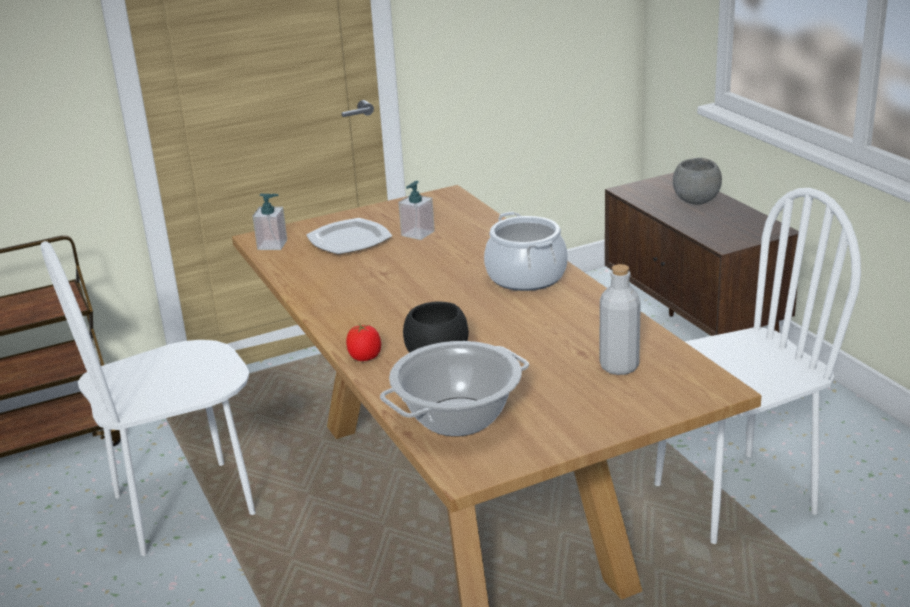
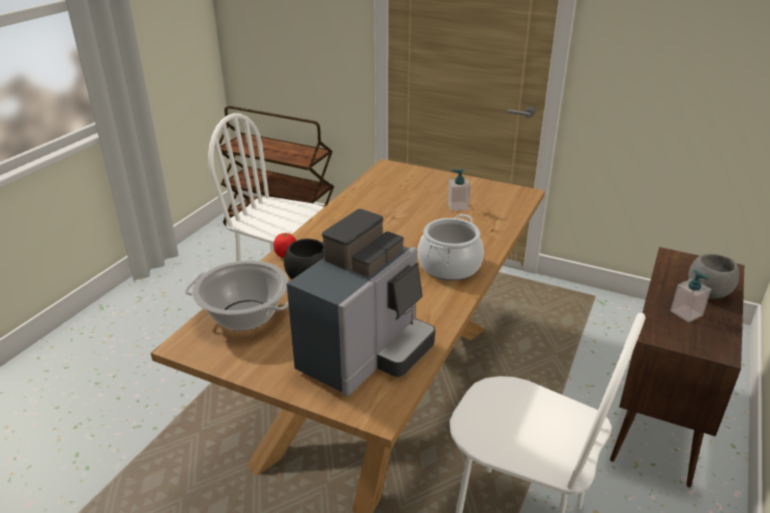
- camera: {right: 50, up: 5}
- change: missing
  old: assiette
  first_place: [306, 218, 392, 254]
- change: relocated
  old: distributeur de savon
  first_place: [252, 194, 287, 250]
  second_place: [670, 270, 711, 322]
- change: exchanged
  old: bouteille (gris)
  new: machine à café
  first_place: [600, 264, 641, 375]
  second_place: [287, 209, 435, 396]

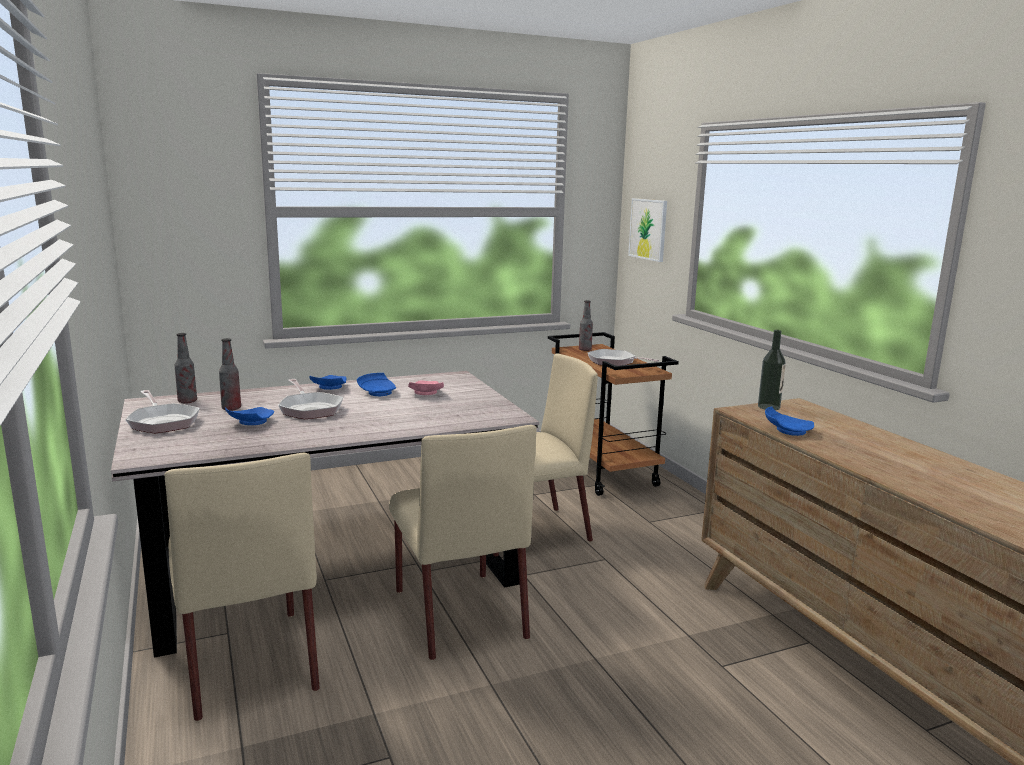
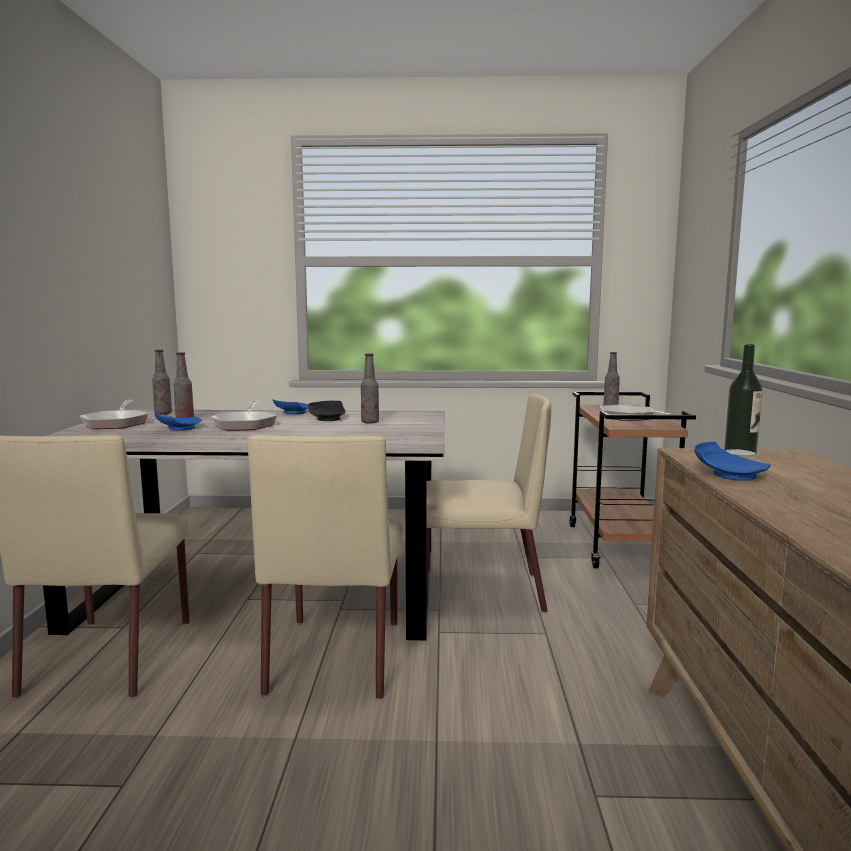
- camera: {right: 25, up: -5}
- change: missing
  old: tableau
  first_place: [628, 198, 667, 262]
- change: exchanged
  old: assiette (rose)
  new: bouteille
  first_place: [408, 380, 444, 395]
  second_place: [361, 354, 379, 424]
- change: colour
  old: assiette (bleu)
  new: assiette (noir)
  first_place: [357, 373, 396, 396]
  second_place: [308, 401, 345, 421]

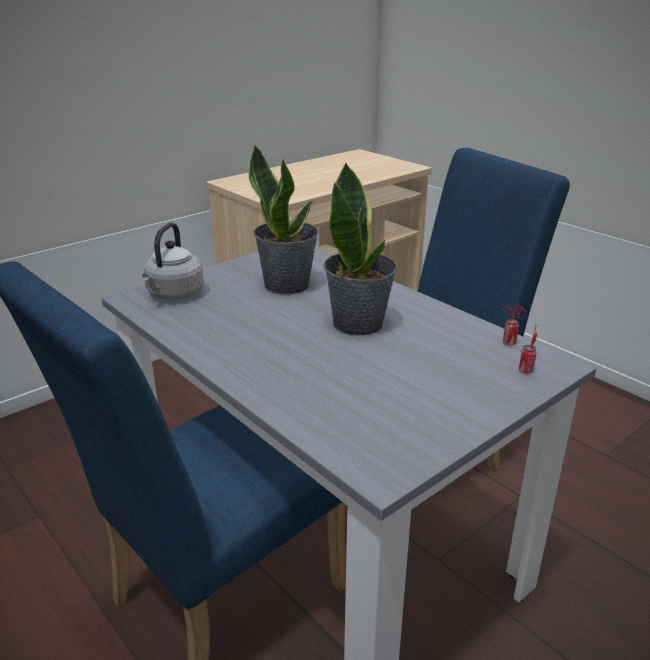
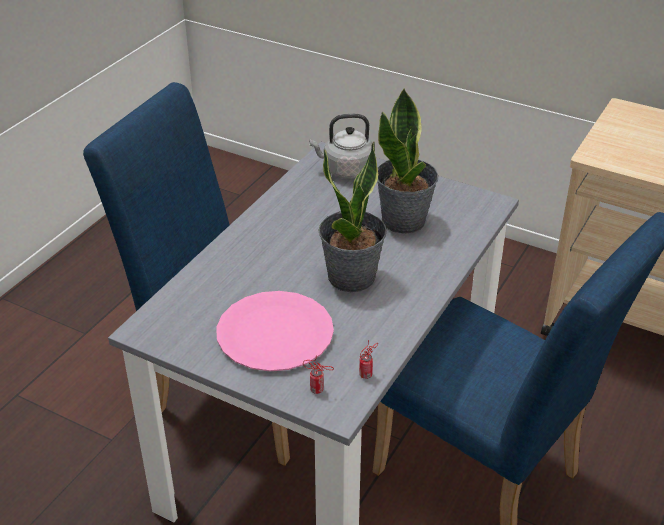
- camera: {right: 70, up: 10}
- change: appeared
  new: assiette (rose)
  second_place: [216, 291, 334, 371]

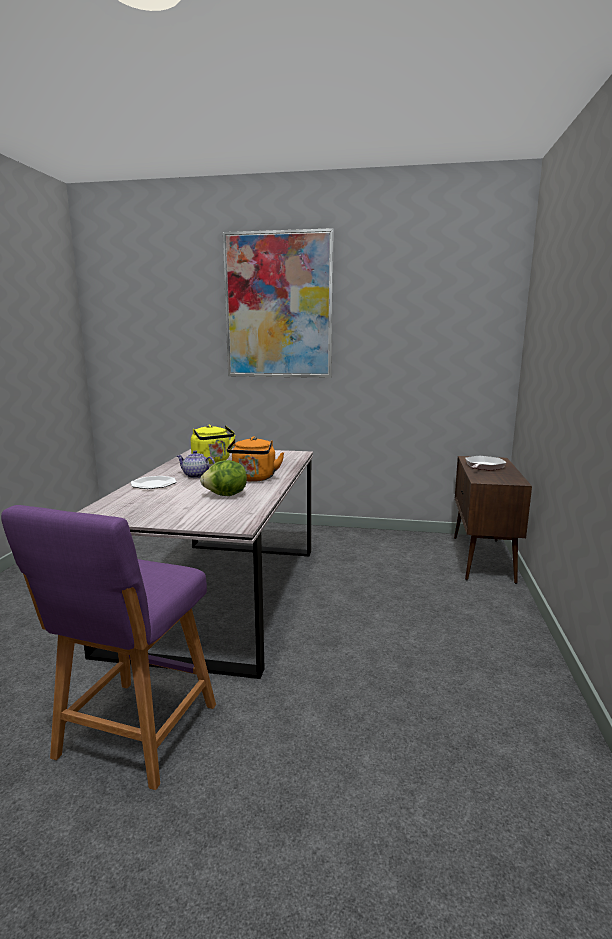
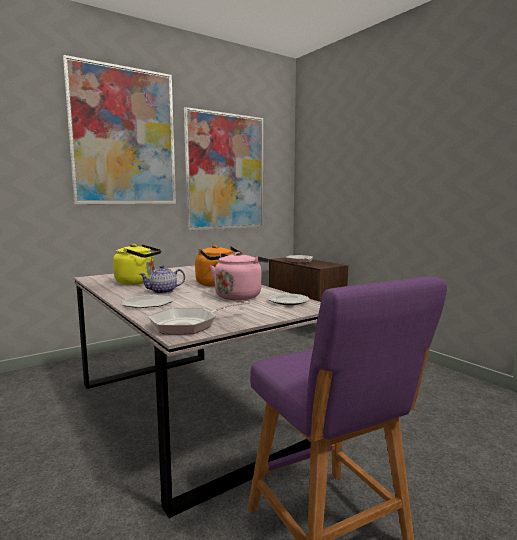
- camera: {right: -45, up: -5}
- change: appeared
  new: poêle
  second_place: [148, 301, 250, 334]
- change: appeared
  new: tableau
  second_place: [184, 107, 263, 231]
- change: appeared
  new: assiette
  second_place: [268, 294, 309, 305]
- change: exchanged
  old: laitue
  new: bouilloire (rose)
  first_place: [200, 460, 247, 496]
  second_place: [210, 252, 269, 300]

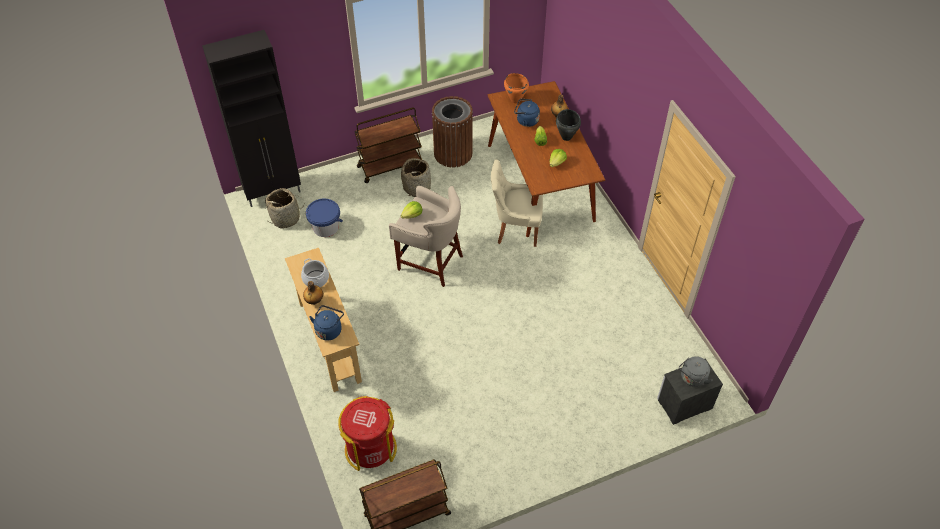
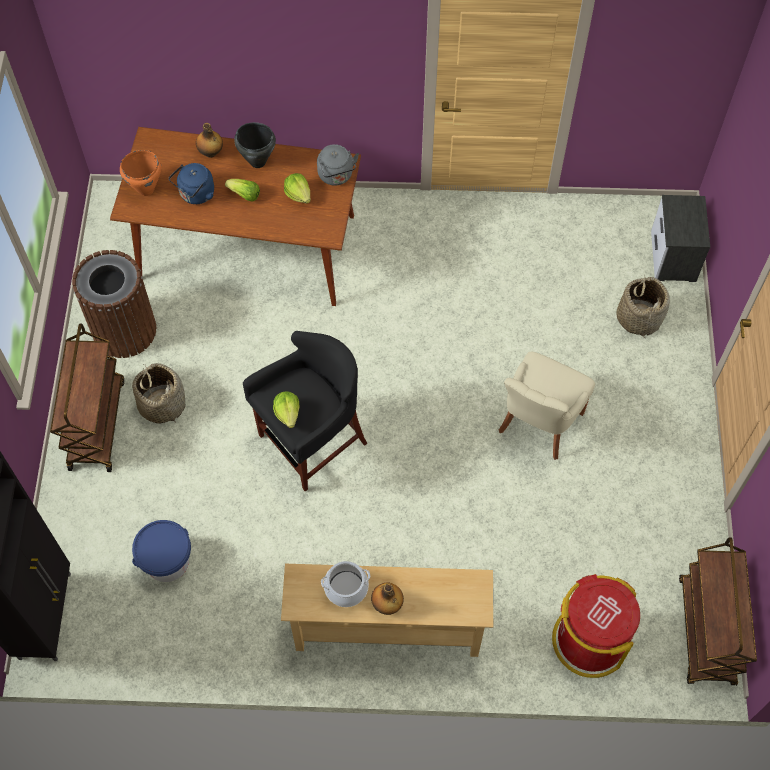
- camera: {right: -65, up: 10}
- change: missing
  old: bouilloire (bleu)
  first_place: [309, 305, 344, 341]
- change: relocated
  old: panier
  first_place: [265, 188, 300, 229]
  second_place: [616, 275, 670, 338]
- change: relocated
  old: chaise (beige)
  first_place: [491, 159, 543, 247]
  second_place: [499, 351, 595, 460]
- change: relocated
  old: bouilloire (gris)
  first_place: [679, 356, 713, 387]
  second_place: [317, 144, 359, 186]
- change: colour
  old: tabouret (beige)
  new: tabouret (noir)
  first_place: [389, 186, 463, 287]
  second_place: [243, 331, 367, 491]

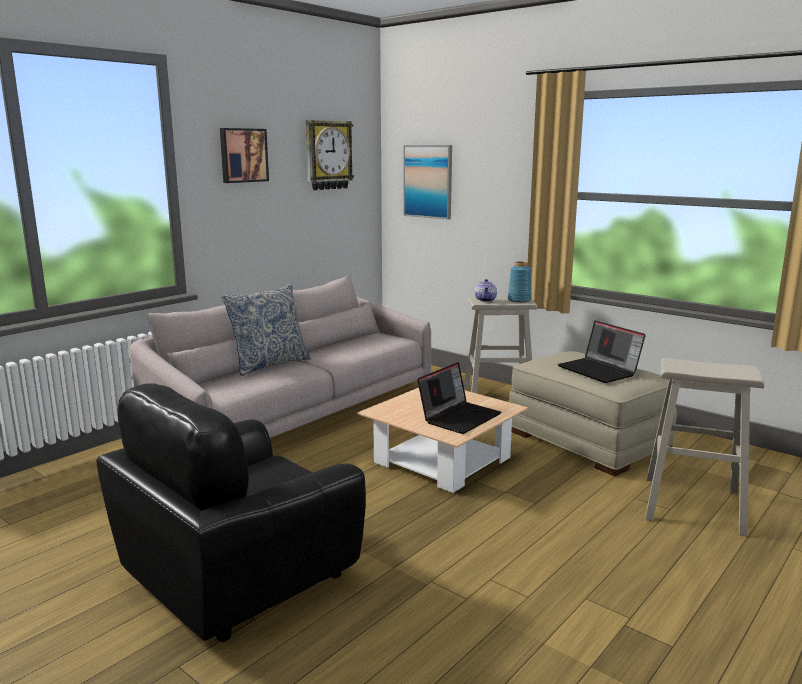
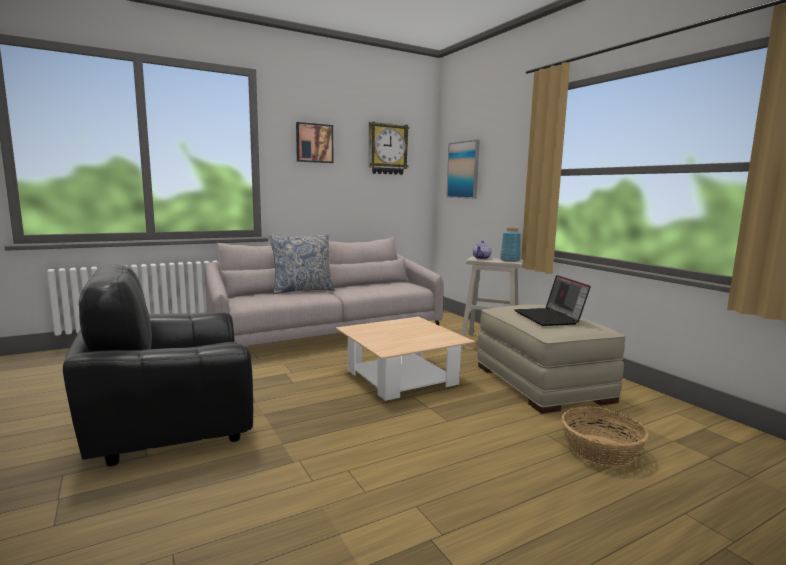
- camera: {right: 20, up: -5}
- change: missing
  old: ordinateur portable
  first_place: [417, 362, 501, 434]
- change: exchanged
  old: tabouret (beige)
  new: panier
  first_place: [645, 358, 764, 537]
  second_place: [562, 407, 648, 467]

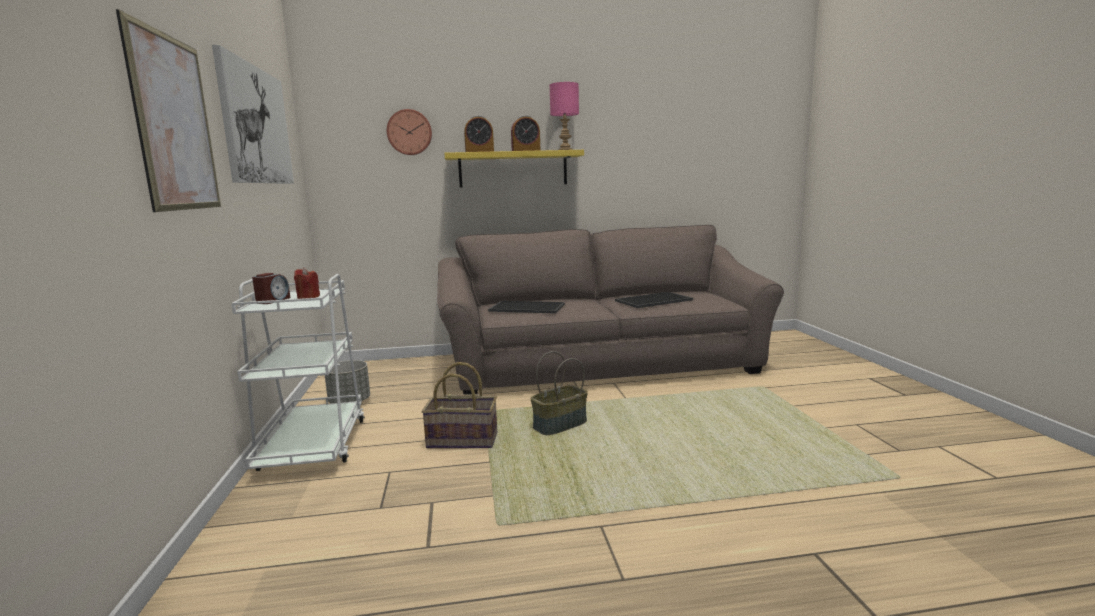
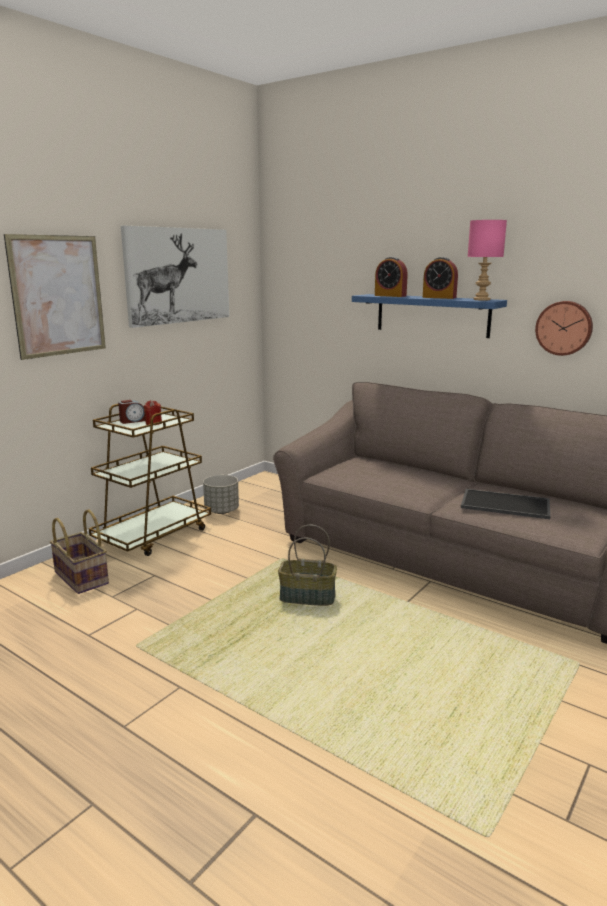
- camera: {right: 45, up: 5}
- change: missing
  old: plateau
  first_place: [488, 301, 565, 314]
- change: relocated
  old: horloge murale
  first_place: [387, 109, 432, 155]
  second_place: [535, 301, 593, 356]
- change: relocated
  old: panier
  first_place: [422, 362, 497, 448]
  second_place: [50, 509, 109, 594]
- change: colour
  old: chariot (blanc)
  new: chariot (marron)
  first_place: [231, 274, 365, 471]
  second_place: [89, 404, 211, 556]
- change: colour
  old: étagère (jaune)
  new: étagère (bleu)
  first_place: [444, 150, 584, 188]
  second_place: [352, 294, 507, 338]

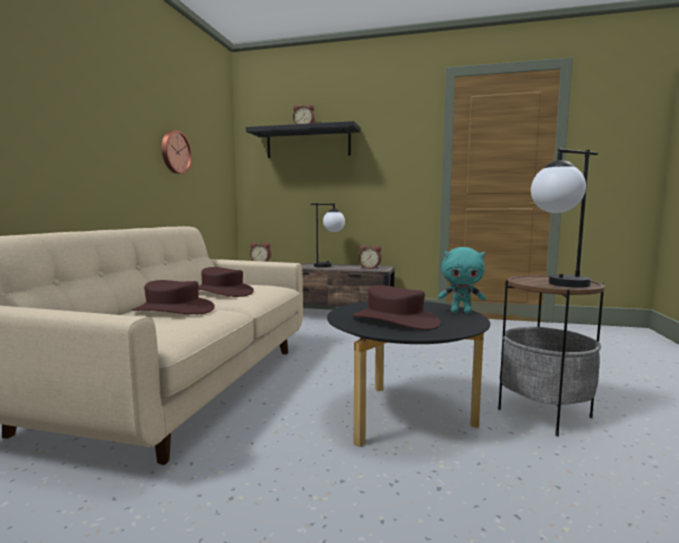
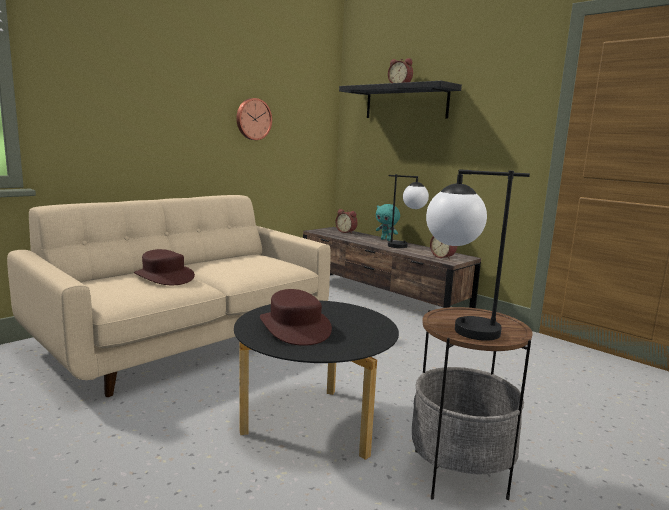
- camera: {right: 30, up: 5}
- change: missing
  old: chapeau (marron)
  first_place: [198, 267, 254, 297]
- change: relocated
  old: peluche (turquoise)
  first_place: [438, 247, 486, 314]
  second_place: [376, 204, 400, 241]

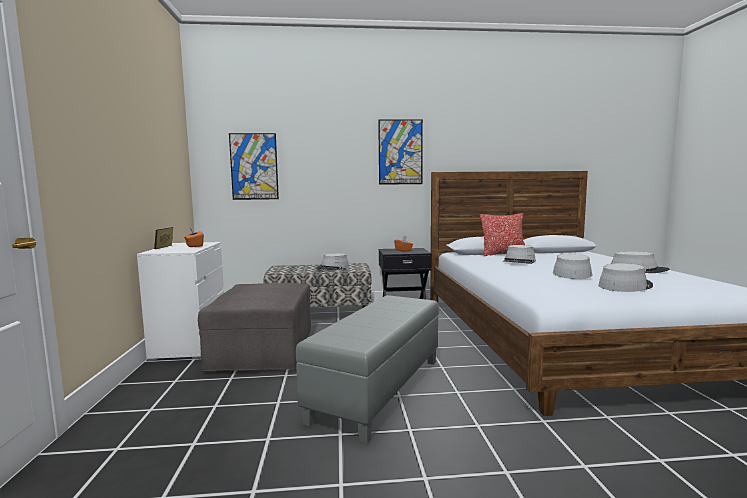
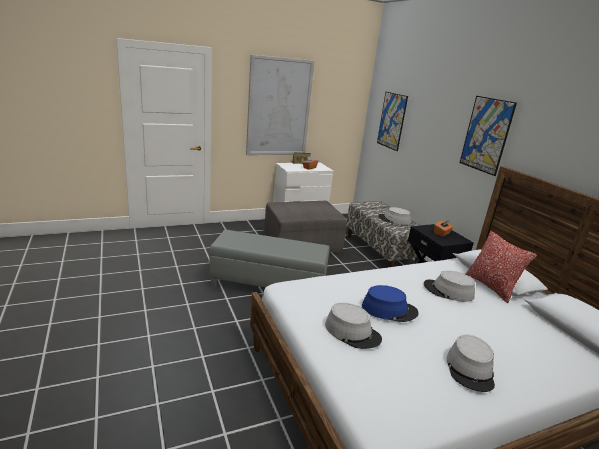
- camera: {right: 70, up: 15}
- change: appeared
  new: tableau
  second_place: [246, 55, 314, 155]
- change: colour
  old: chapeau (gris)
  new: chapeau (bleu)
  first_place: [553, 254, 592, 279]
  second_place: [362, 285, 419, 322]

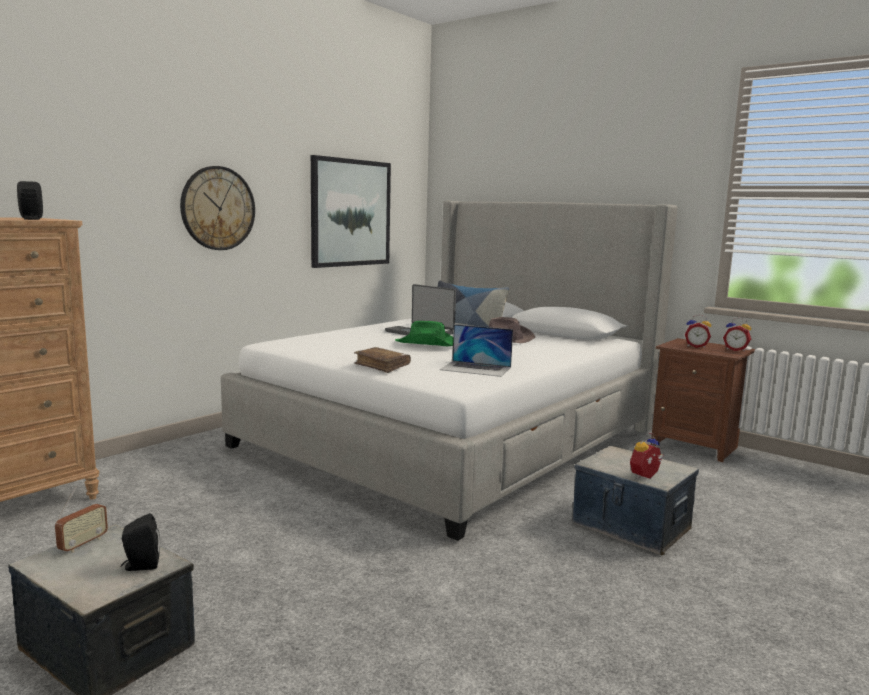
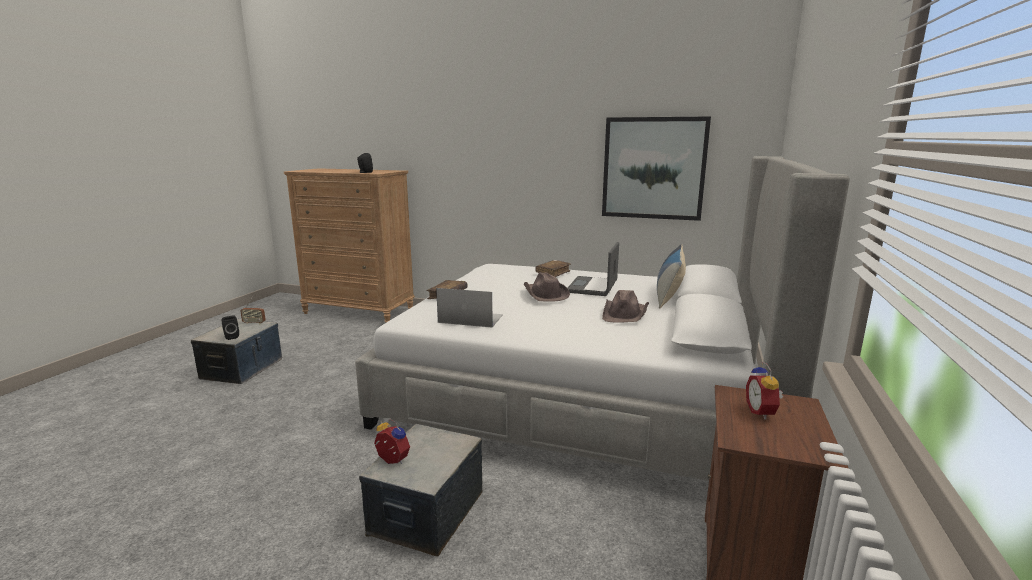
- camera: {right: 70, up: 5}
- change: missing
  old: horloge murale
  first_place: [180, 166, 255, 250]
- change: missing
  old: réveil
  first_place: [723, 318, 751, 352]
- change: appeared
  new: livre (marron)
  second_place: [535, 260, 571, 277]
- change: colour
  old: chapeau (vert)
  new: chapeau (marron)
  first_place: [395, 321, 453, 346]
  second_place: [524, 272, 570, 301]
- change: spun
  old: ordinateur portable
  first_place: [440, 324, 513, 377]
  second_place: [436, 288, 503, 328]
  degrees: 105

